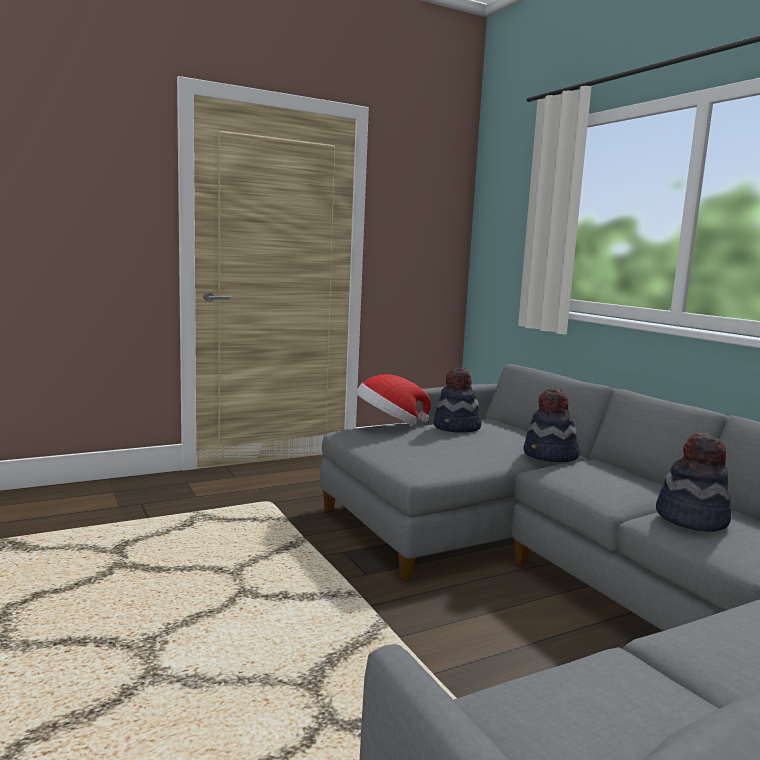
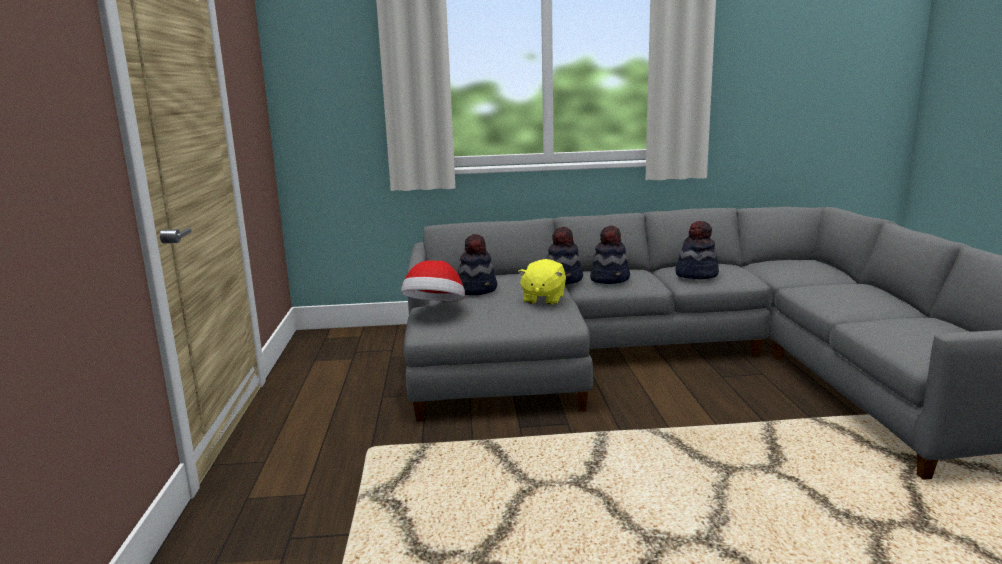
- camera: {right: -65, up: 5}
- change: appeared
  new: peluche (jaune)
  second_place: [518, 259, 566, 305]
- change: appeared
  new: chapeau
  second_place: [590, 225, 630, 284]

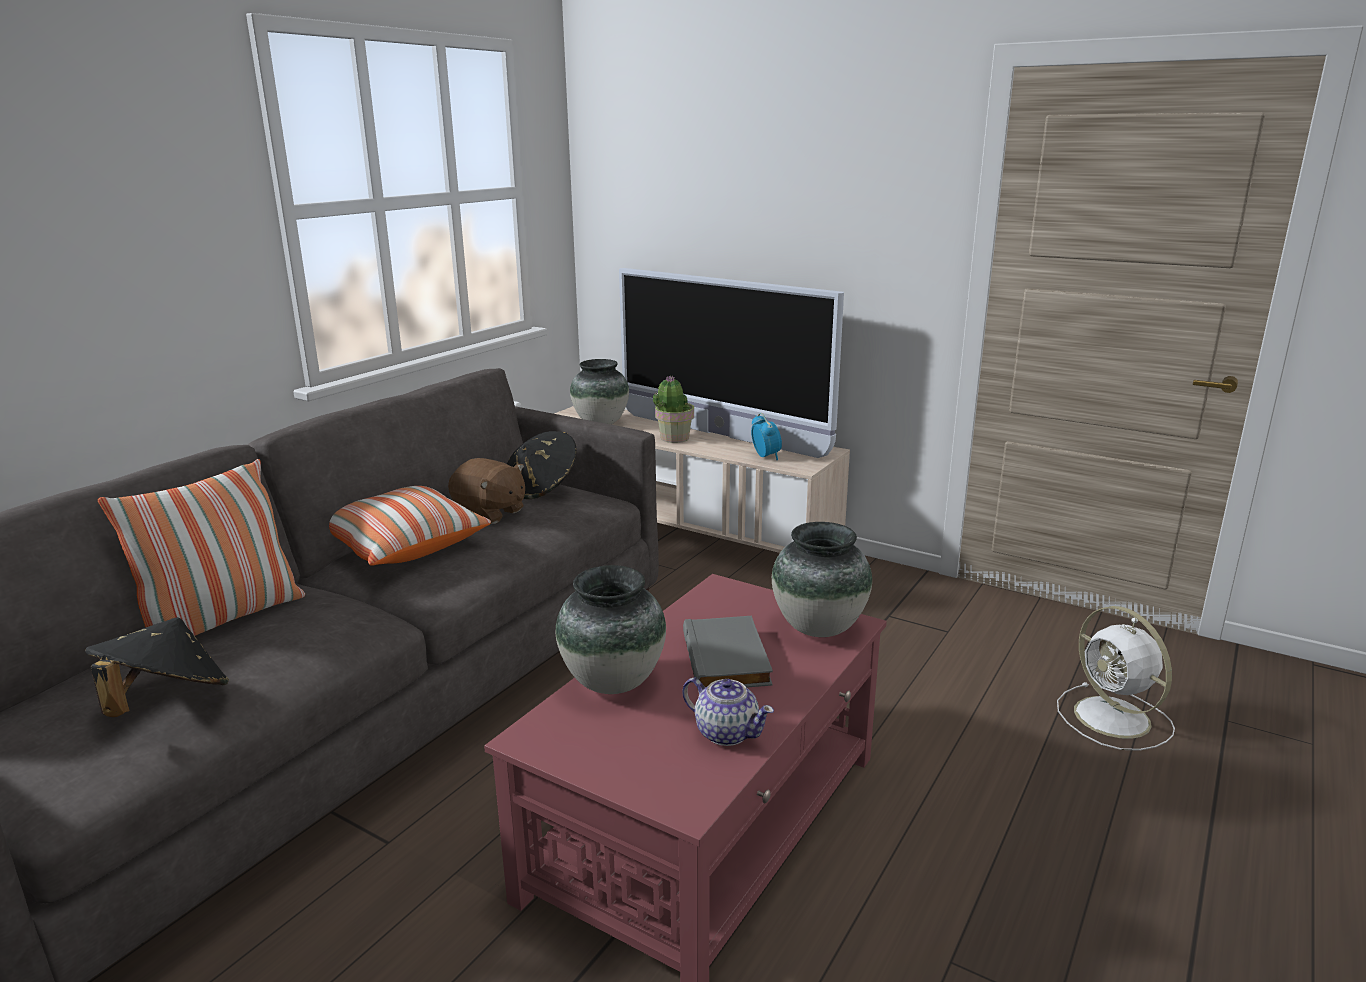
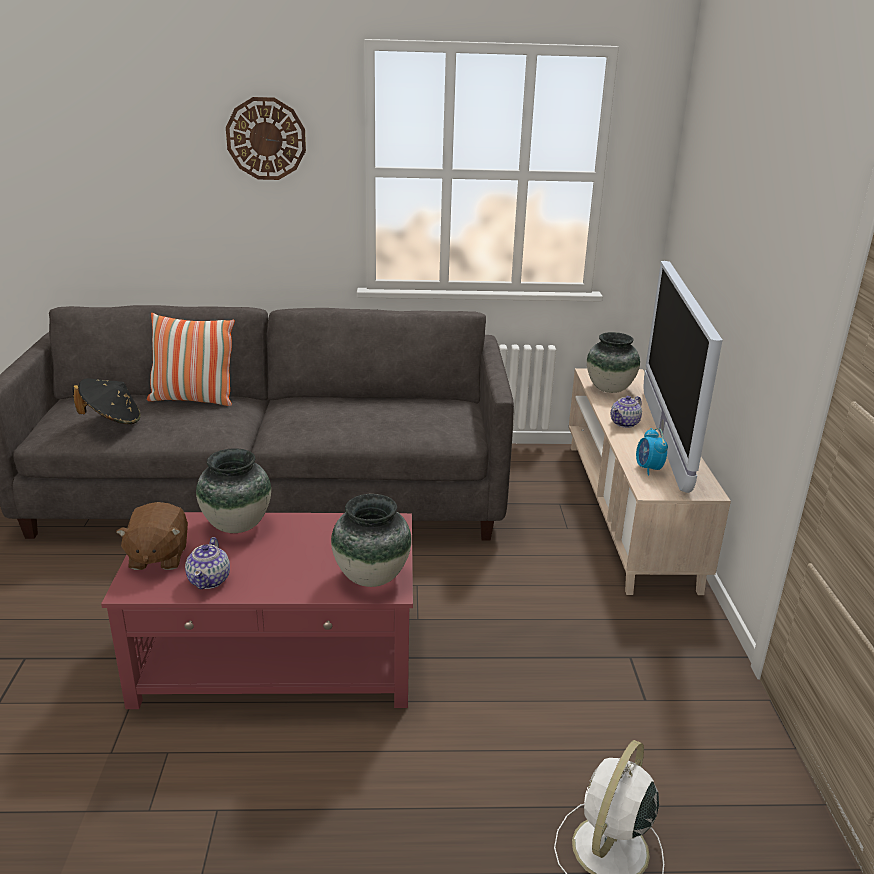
- camera: {right: 55, up: 5}
- change: missing
  old: coussin
  first_place: [329, 486, 491, 566]
- change: missing
  old: chapeau (noir)
  first_place: [507, 431, 577, 499]
- change: missing
  old: livre (gris)
  first_place: [683, 616, 773, 689]
- change: appeared
  new: horloge murale
  second_place: [226, 97, 306, 180]
- change: relocated
  old: peluche (marron)
  first_place: [448, 458, 525, 524]
  second_place: [116, 502, 188, 570]
- change: exchanged
  old: plante en pot
  new: théière
  first_place: [653, 375, 694, 443]
  second_place: [611, 396, 642, 428]
- change: spun
  old: réveil
  first_place: [751, 413, 782, 460]
  second_place: [636, 428, 668, 475]
  degrees: 135

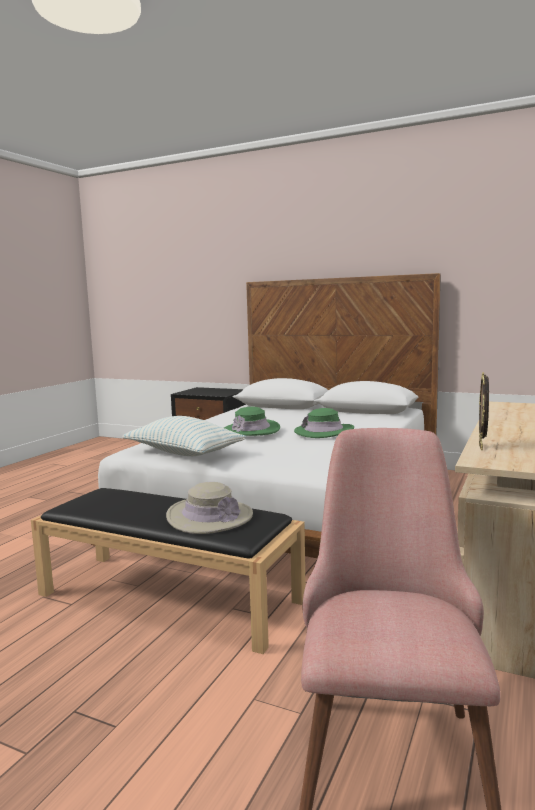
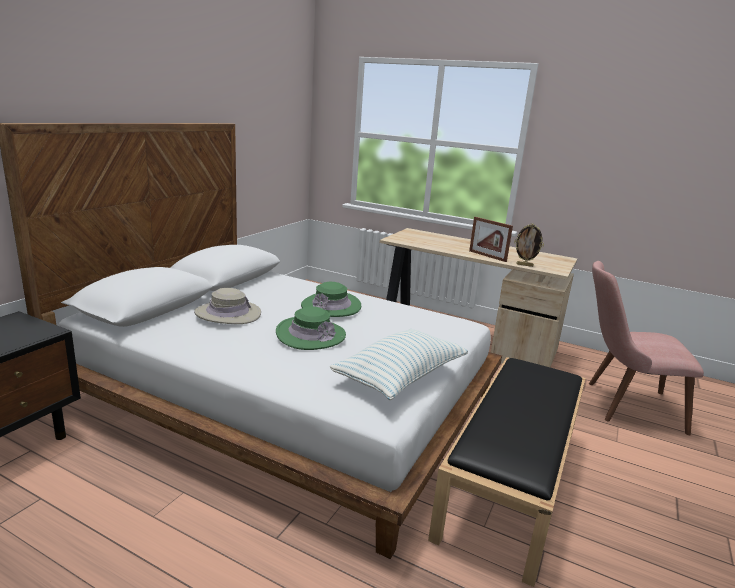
- camera: {right: -90, up: 10}
- change: appeared
  new: cadre photo
  second_place: [469, 217, 513, 262]
- change: relocated
  old: chapeau (beige)
  first_place: [166, 482, 253, 534]
  second_place: [194, 288, 261, 324]

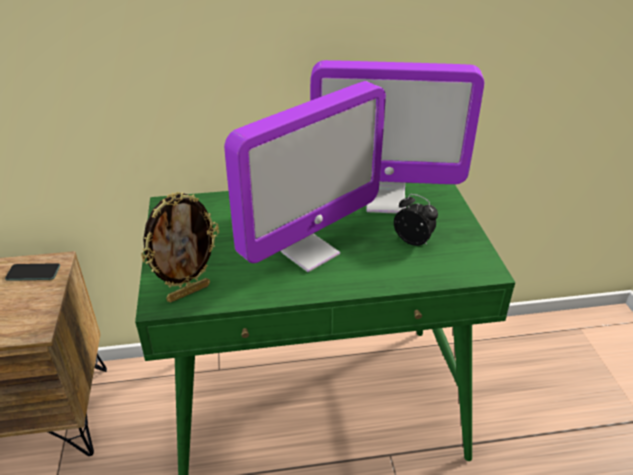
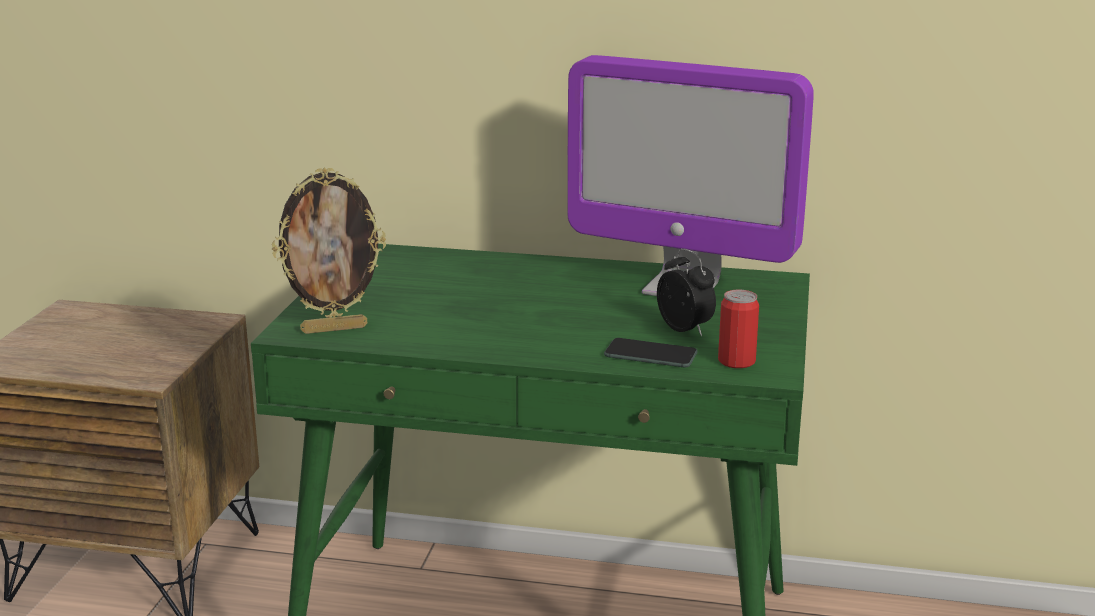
- camera: {right: 20, up: -15}
- change: missing
  old: écran d'ordinateur
  first_place: [224, 81, 386, 272]
- change: appeared
  new: boîte métallique
  second_place: [718, 290, 759, 368]
- change: relocated
  old: téléphone
  first_place: [5, 263, 60, 281]
  second_place: [604, 338, 698, 367]

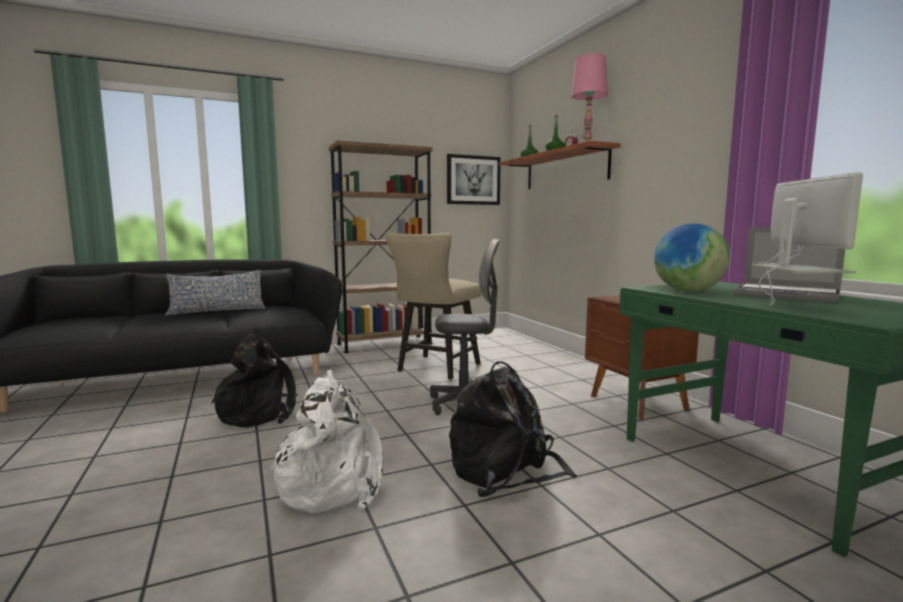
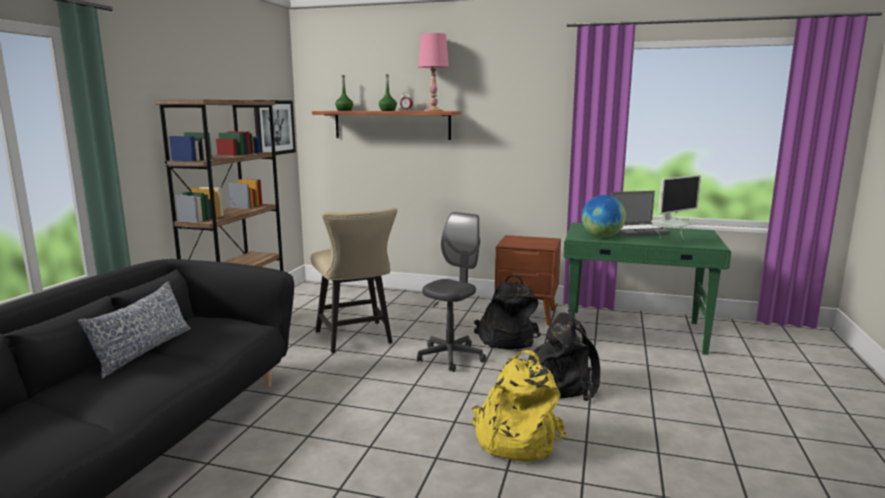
- camera: {right: -50, up: 5}
- change: relocated
  old: sac à dos (noir)
  first_place: [211, 328, 298, 428]
  second_place: [474, 274, 541, 349]
- change: colour
  old: sac à dos (blanc)
  new: sac à dos (jaune)
  first_place: [270, 370, 383, 514]
  second_place: [472, 350, 566, 462]
- change: spun
  old: écran d'ordinateur
  first_place: [752, 172, 863, 306]
  second_place: [651, 175, 701, 239]
  degrees: 105

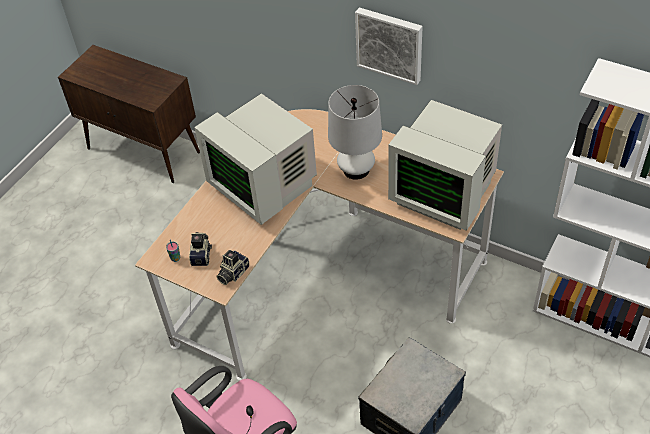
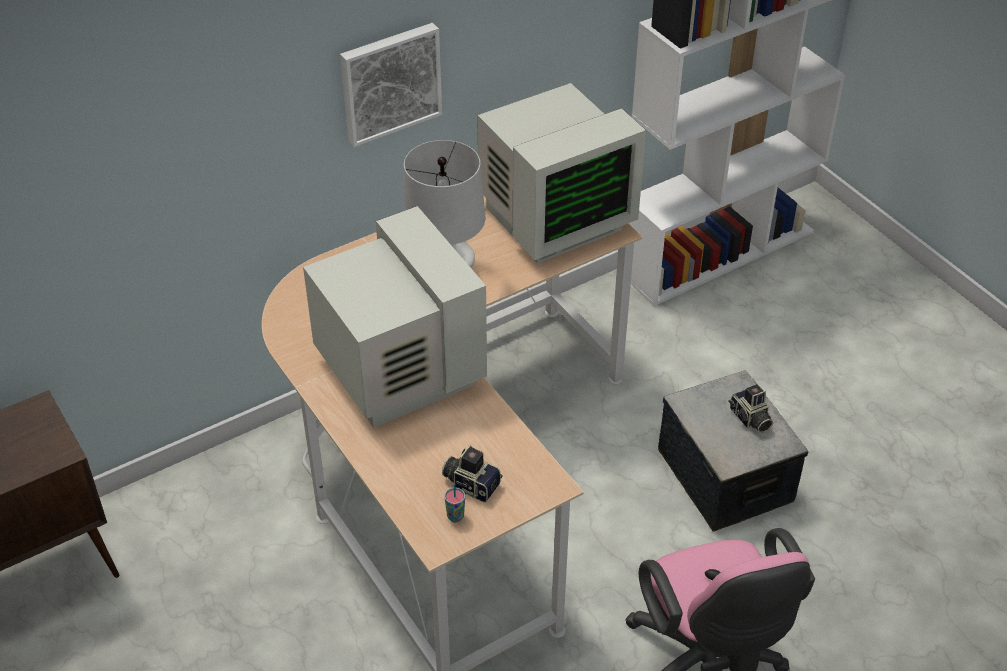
- camera: {right: -65, up: -5}
- change: relocated
  old: appareil photo
  first_place: [217, 250, 250, 285]
  second_place: [729, 384, 773, 433]
- change: spun
  old: écran d'ordinateur
  first_place: [194, 93, 317, 225]
  second_place: [303, 206, 487, 428]
  degrees: -105

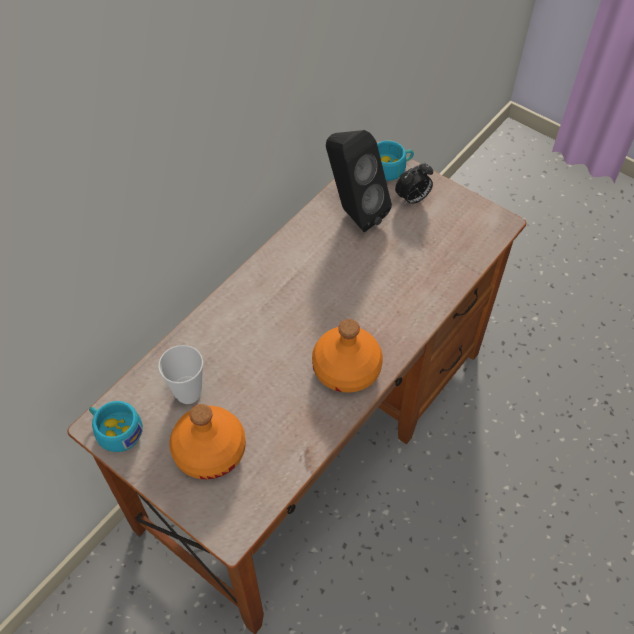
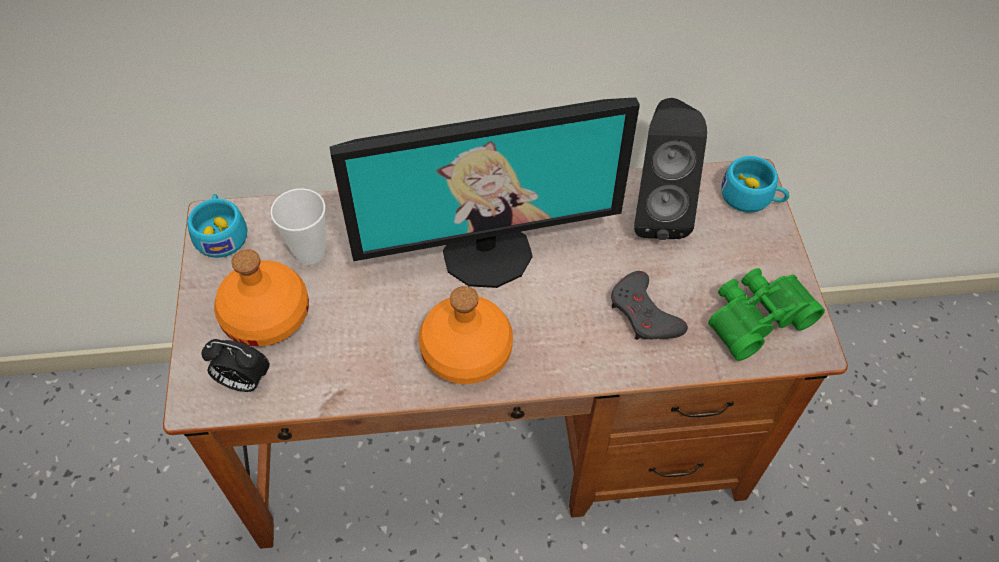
- camera: {right: 45, up: 0}
- change: appeared
  new: écran d'ordinateur
  second_place: [329, 97, 640, 288]
- change: appeared
  new: manette (gris)
  second_place: [611, 271, 688, 340]
- change: appeared
  new: jumelles (vert)
  second_place: [708, 268, 825, 361]
- change: relocated
  old: réveil
  first_place: [395, 163, 433, 205]
  second_place: [201, 339, 270, 392]

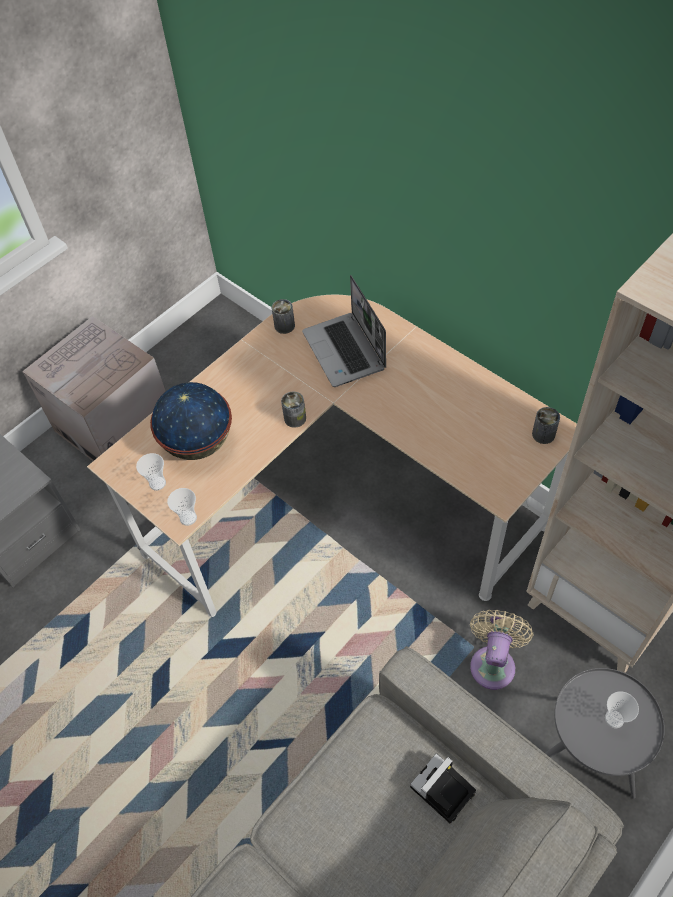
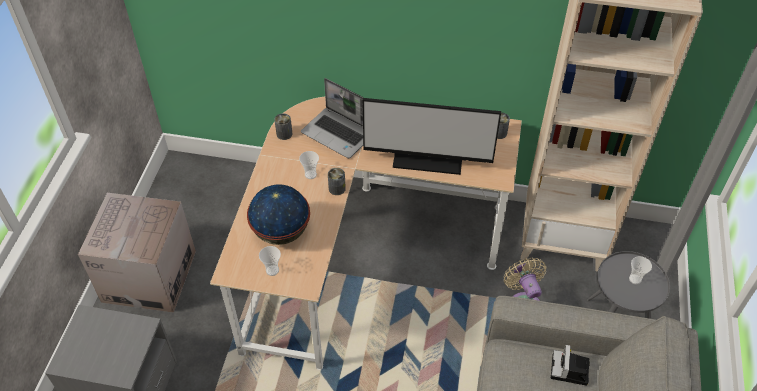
- camera: {right: -35, up: -5}
- change: appeared
  new: écran d'ordinateur
  second_place: [363, 98, 501, 175]
- change: relocated
  old: tasse
  first_place: [167, 488, 197, 526]
  second_place: [299, 151, 319, 179]

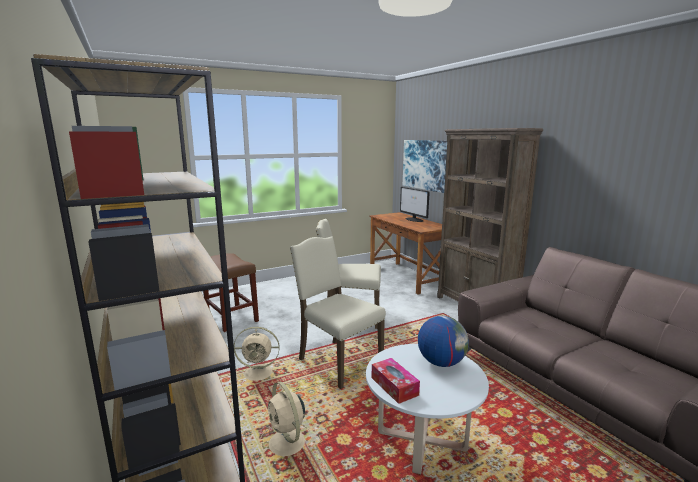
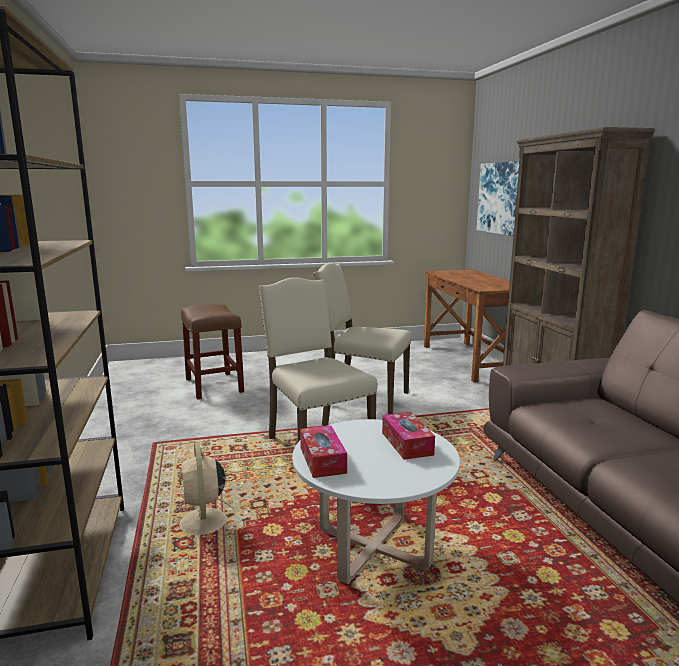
- camera: {right: 15, up: 0}
- change: missing
  old: ventilateur (beige)
  first_place: [234, 327, 280, 384]
- change: missing
  old: écran d'ordinateur
  first_place: [400, 187, 430, 222]
- change: exchanged
  old: globe
  new: boîte à mouchoirs
  first_place: [418, 316, 469, 367]
  second_place: [382, 412, 435, 460]

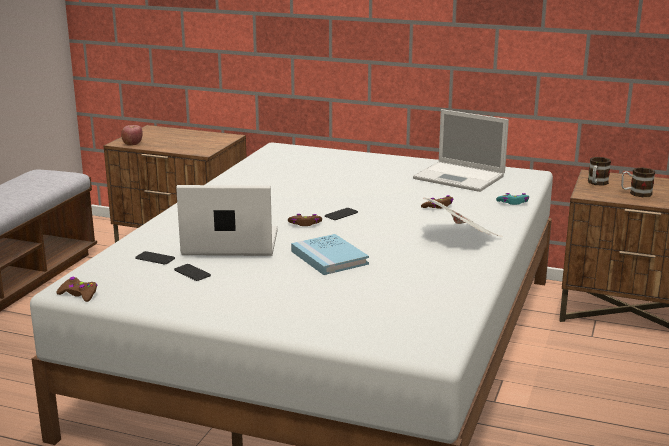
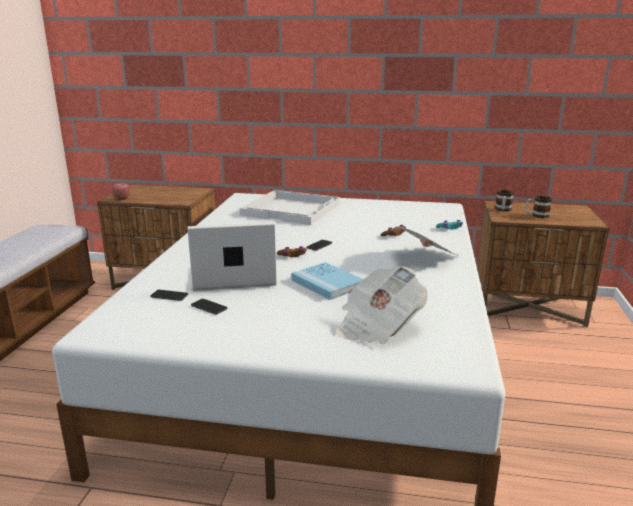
- camera: {right: -10, up: 0}
- change: missing
  old: manette (marron)
  first_place: [56, 277, 97, 302]
- change: missing
  old: ordinateur portable
  first_place: [413, 109, 509, 192]
- change: appeared
  new: plateau (blanc)
  second_place: [240, 190, 340, 225]
- change: appeared
  new: journal
  second_place: [336, 266, 428, 344]

